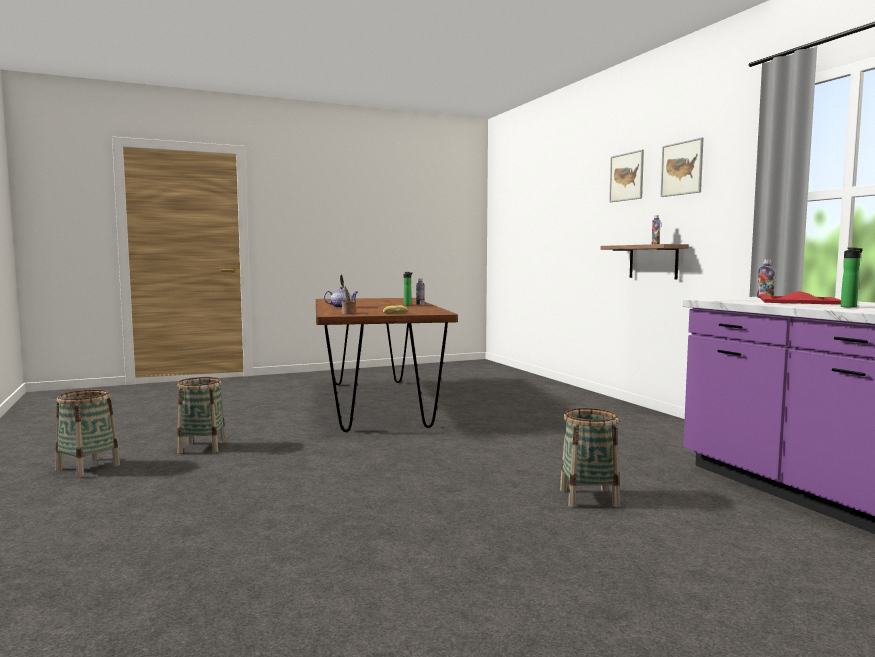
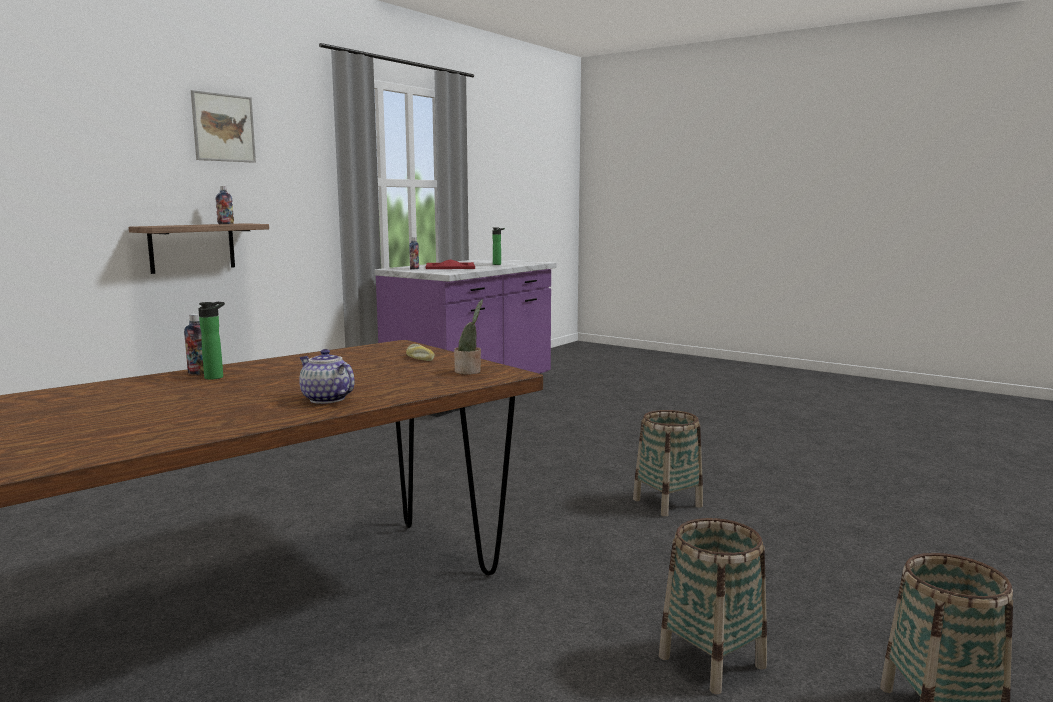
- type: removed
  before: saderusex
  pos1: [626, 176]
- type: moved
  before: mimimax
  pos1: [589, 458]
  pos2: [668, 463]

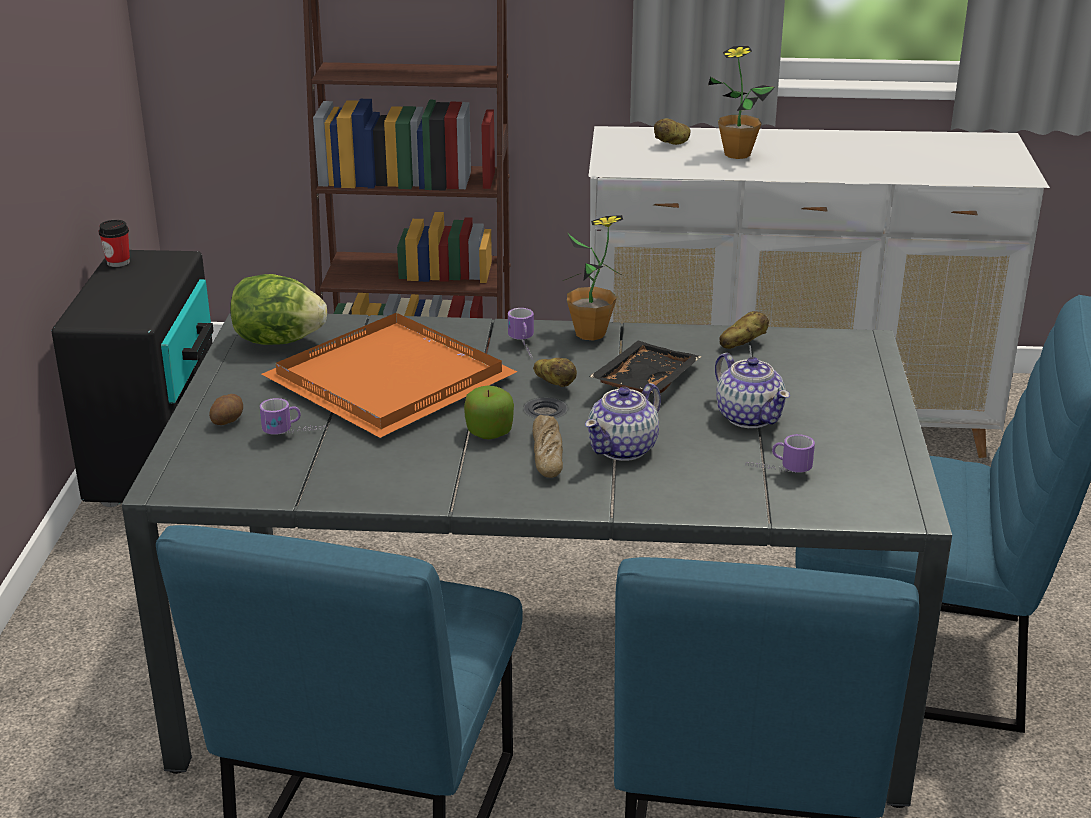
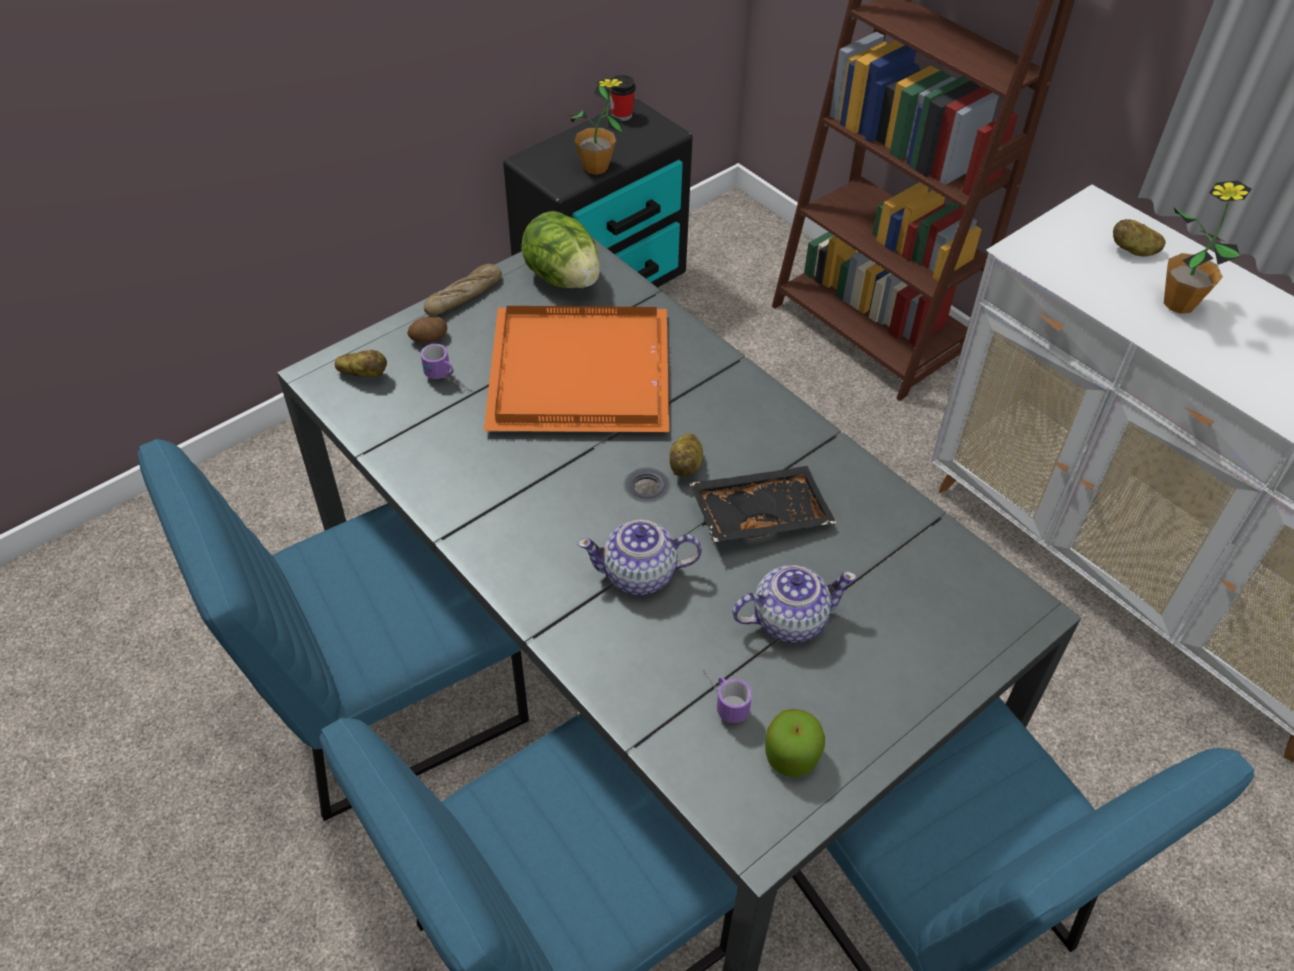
- type: moved
  before: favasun
  pos1: [593, 278]
  pos2: [597, 126]
- type: removed
  before: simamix
  pos1: [521, 333]
- type: moved
  before: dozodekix
  pos1: [744, 330]
  pos2: [361, 364]
- type: turned
  before: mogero
  pos1: [752, 390]
  pos2: [794, 604]
  turn: -120
- type: moved
  before: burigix
  pos1: [489, 412]
  pos2: [795, 743]
- type: moved
  before: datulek
  pos1: [548, 446]
  pos2: [463, 290]

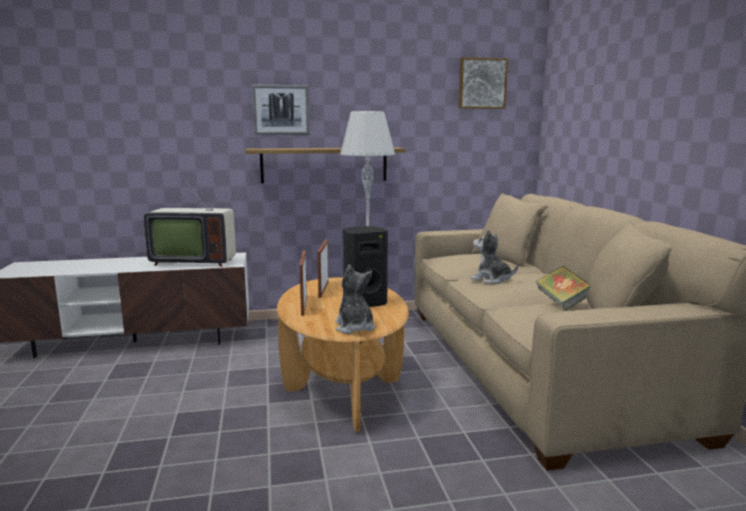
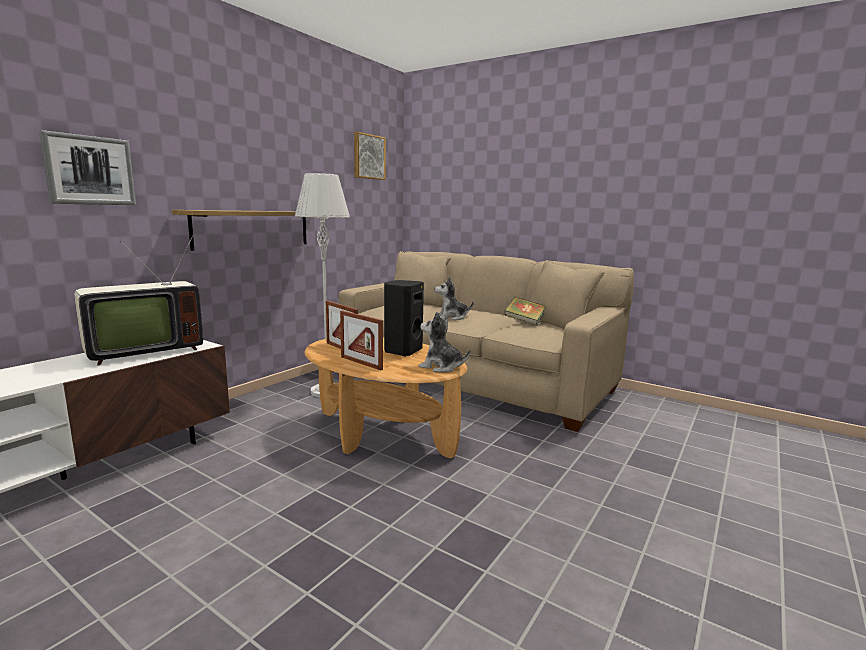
- type: moved
  before: saderusex
  pos1: [281, 109]
  pos2: [87, 167]

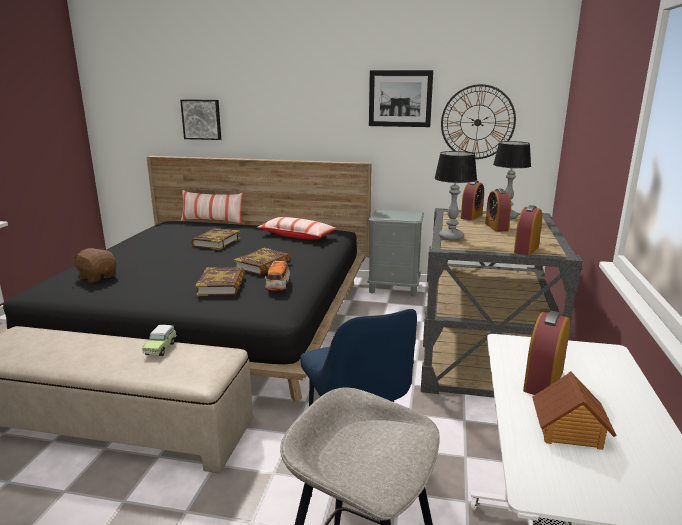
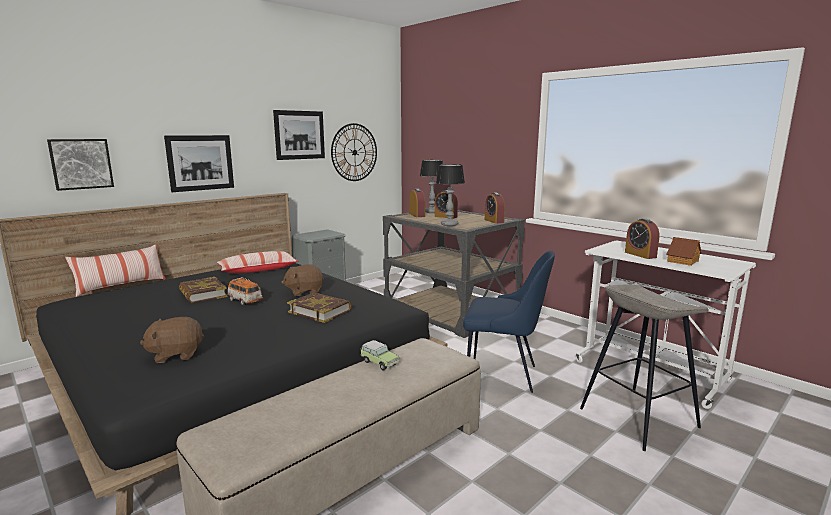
- type: replaced
  before: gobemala
  after: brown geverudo
  pos1: [262, 261]
  pos2: [302, 280]
- type: moved
  before: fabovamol
  pos1: [277, 276]
  pos2: [245, 291]
- type: added
  after: saderusex
  pos2: [199, 163]

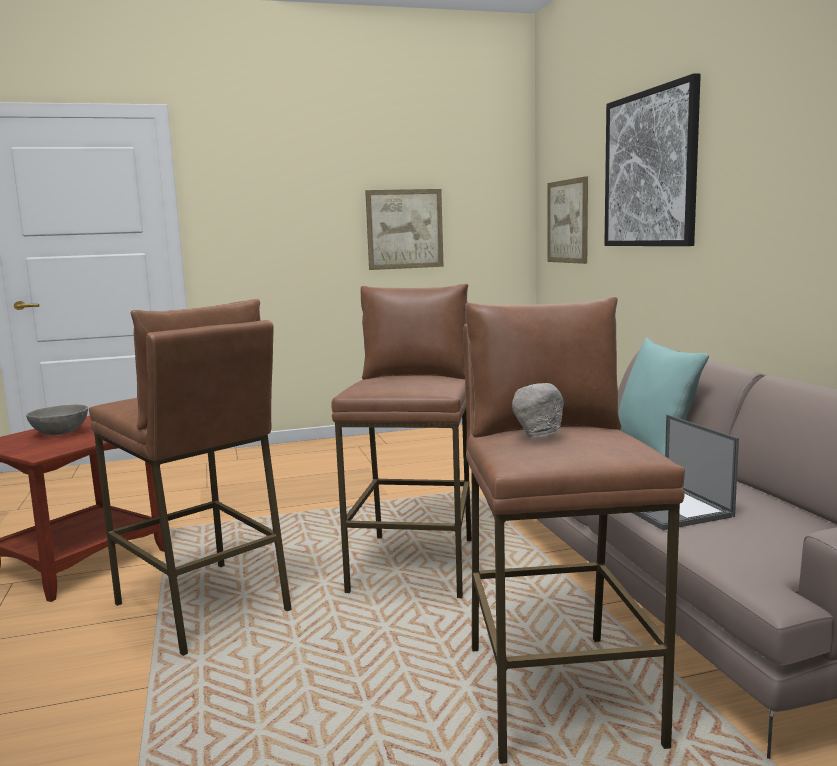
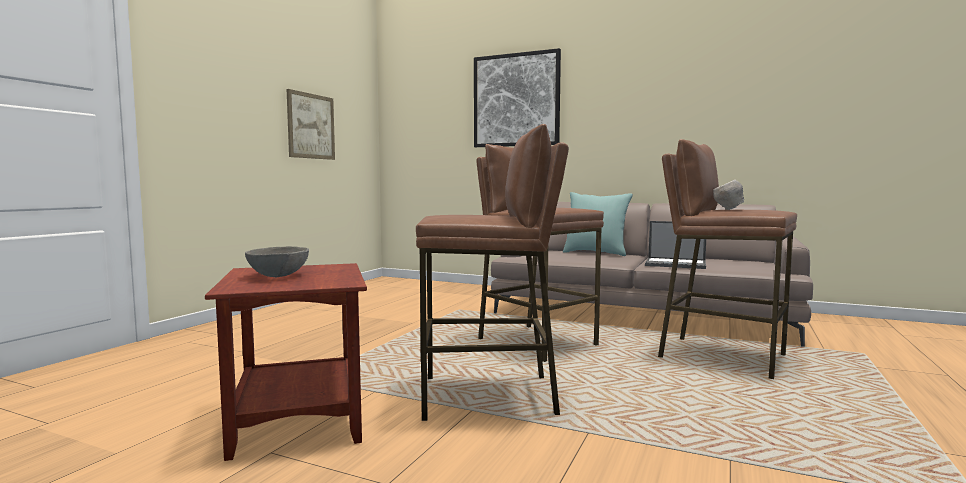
- type: removed
  before: saderusex
  pos1: [568, 220]

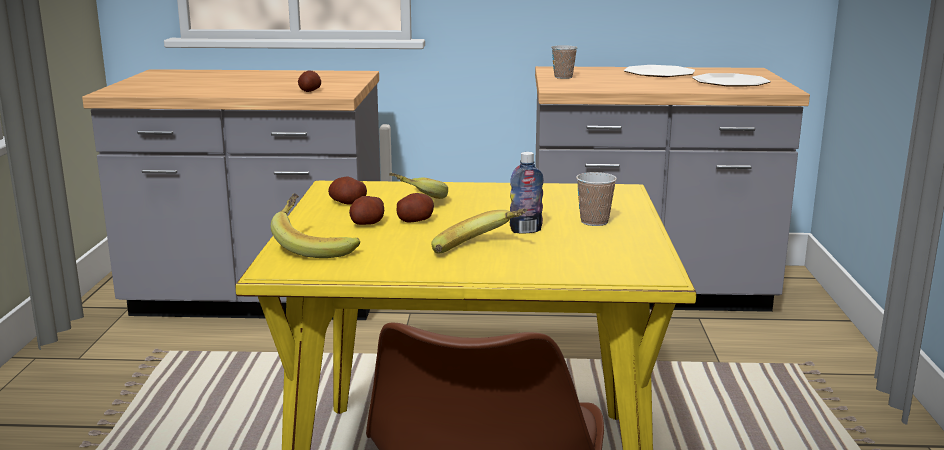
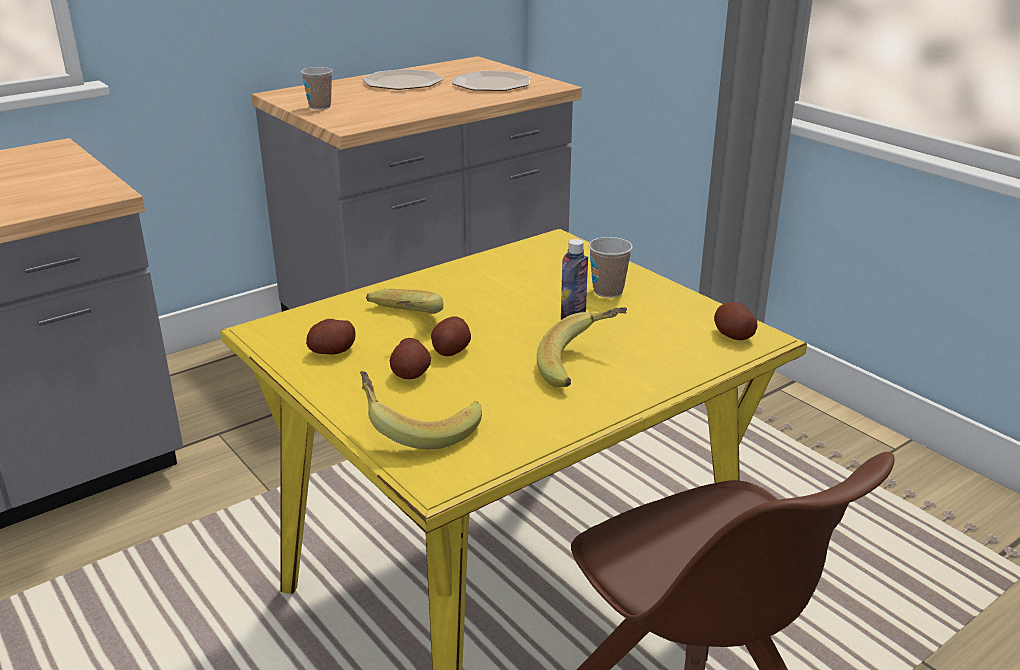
- type: moved
  before: dozodekix
  pos1: [309, 81]
  pos2: [736, 321]

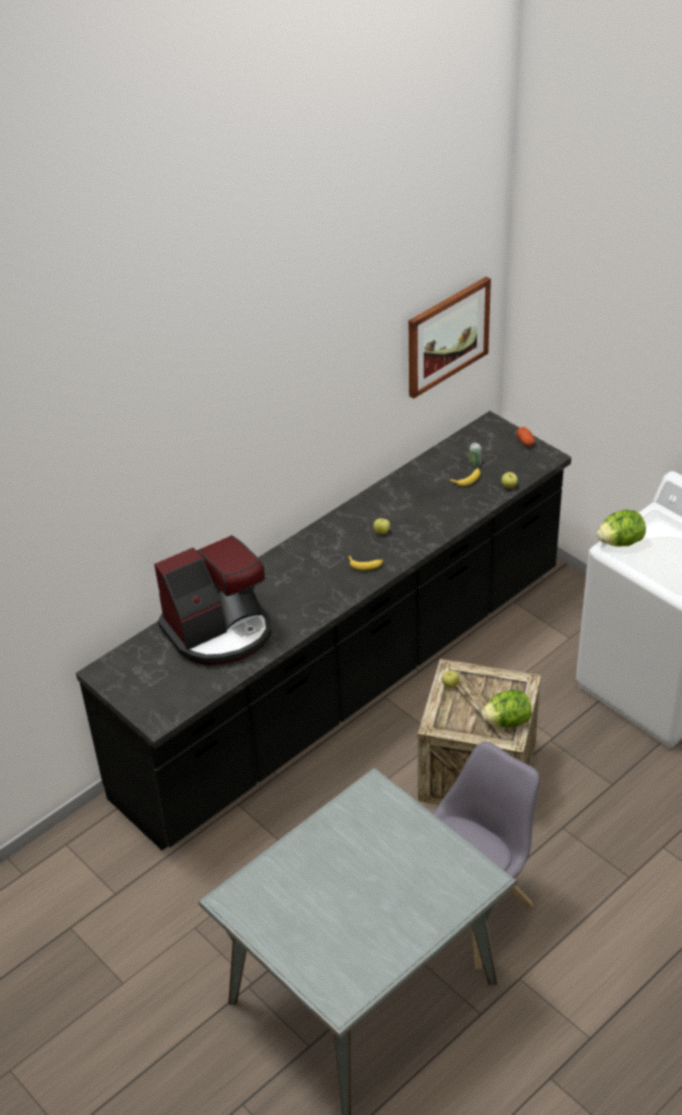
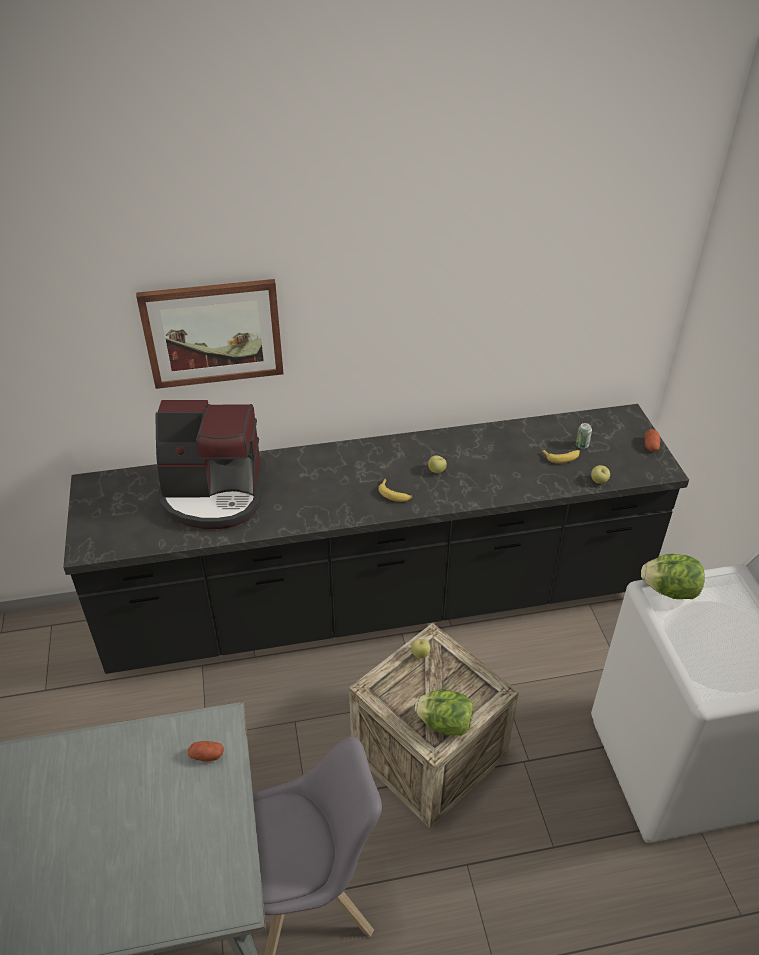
- type: moved
  before: saderusex
  pos1: [450, 338]
  pos2: [210, 334]
- type: added
  after: dozodekix
  pos2: [206, 751]

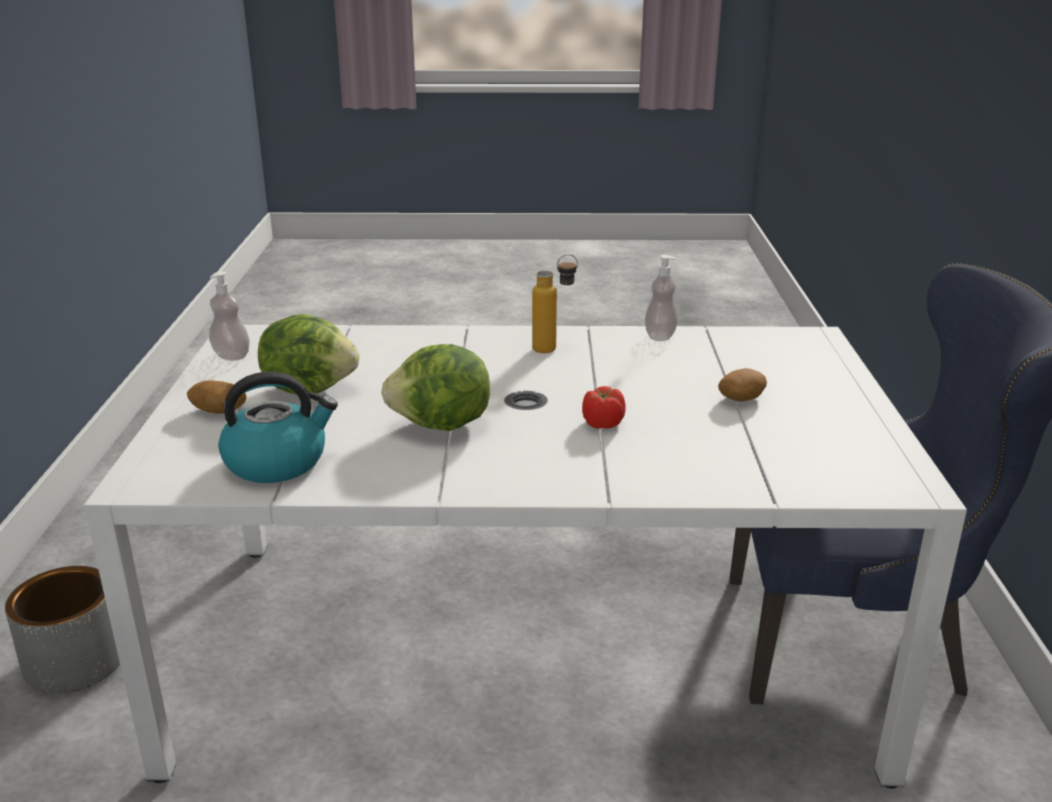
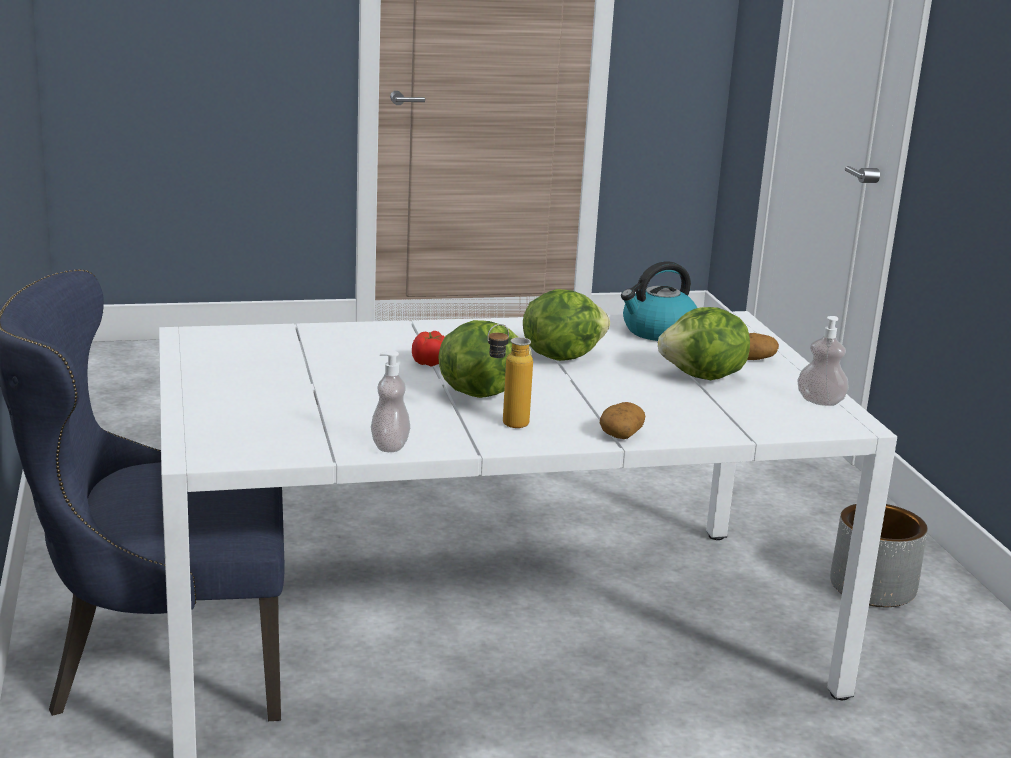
- type: moved
  before: dozodekix
  pos1: [742, 384]
  pos2: [622, 420]
- type: added
  after: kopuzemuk
  pos2: [485, 359]

